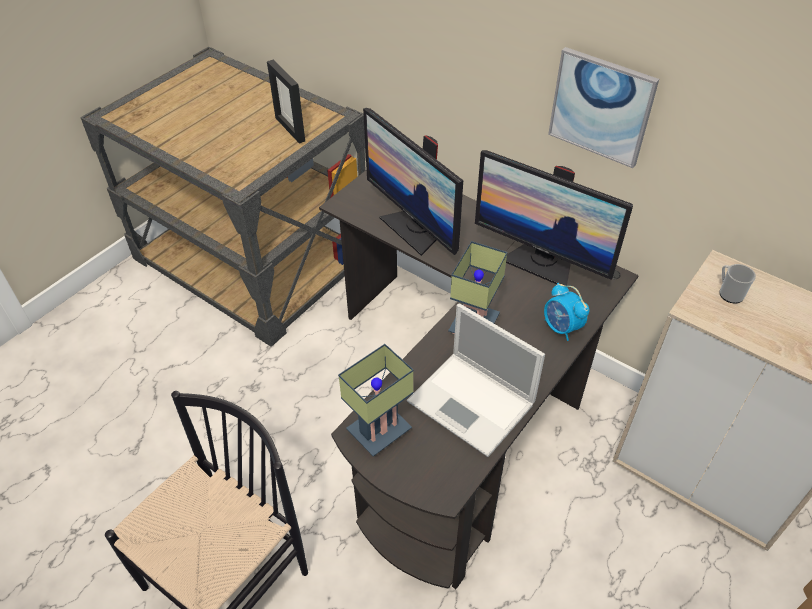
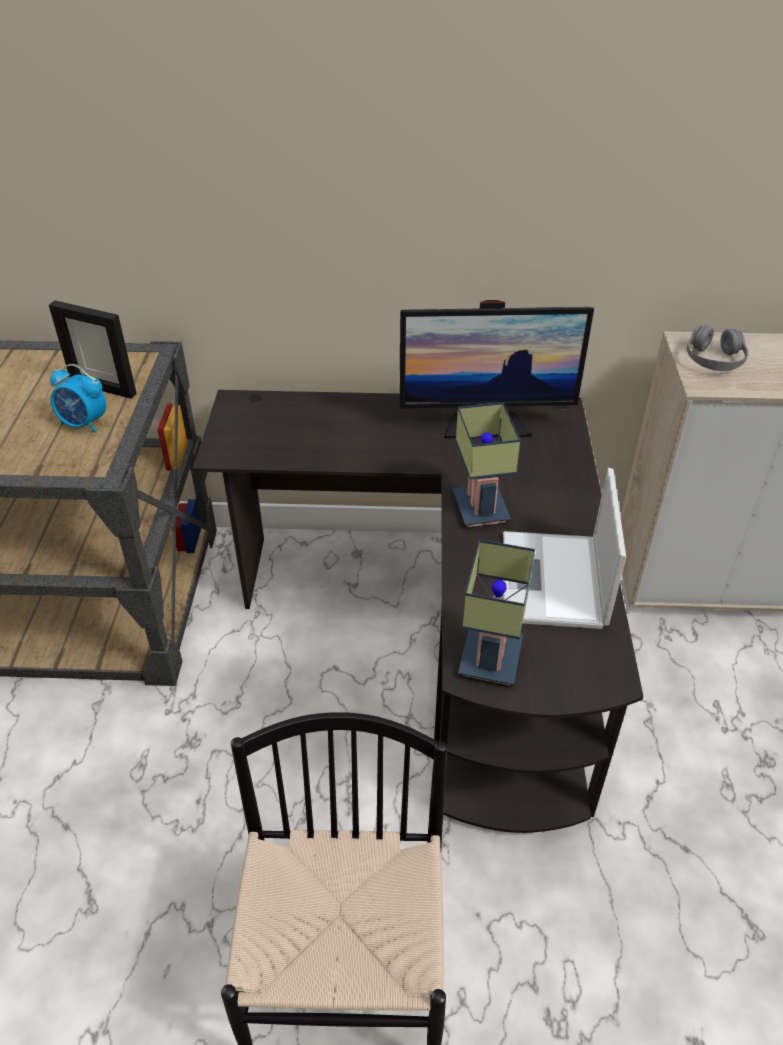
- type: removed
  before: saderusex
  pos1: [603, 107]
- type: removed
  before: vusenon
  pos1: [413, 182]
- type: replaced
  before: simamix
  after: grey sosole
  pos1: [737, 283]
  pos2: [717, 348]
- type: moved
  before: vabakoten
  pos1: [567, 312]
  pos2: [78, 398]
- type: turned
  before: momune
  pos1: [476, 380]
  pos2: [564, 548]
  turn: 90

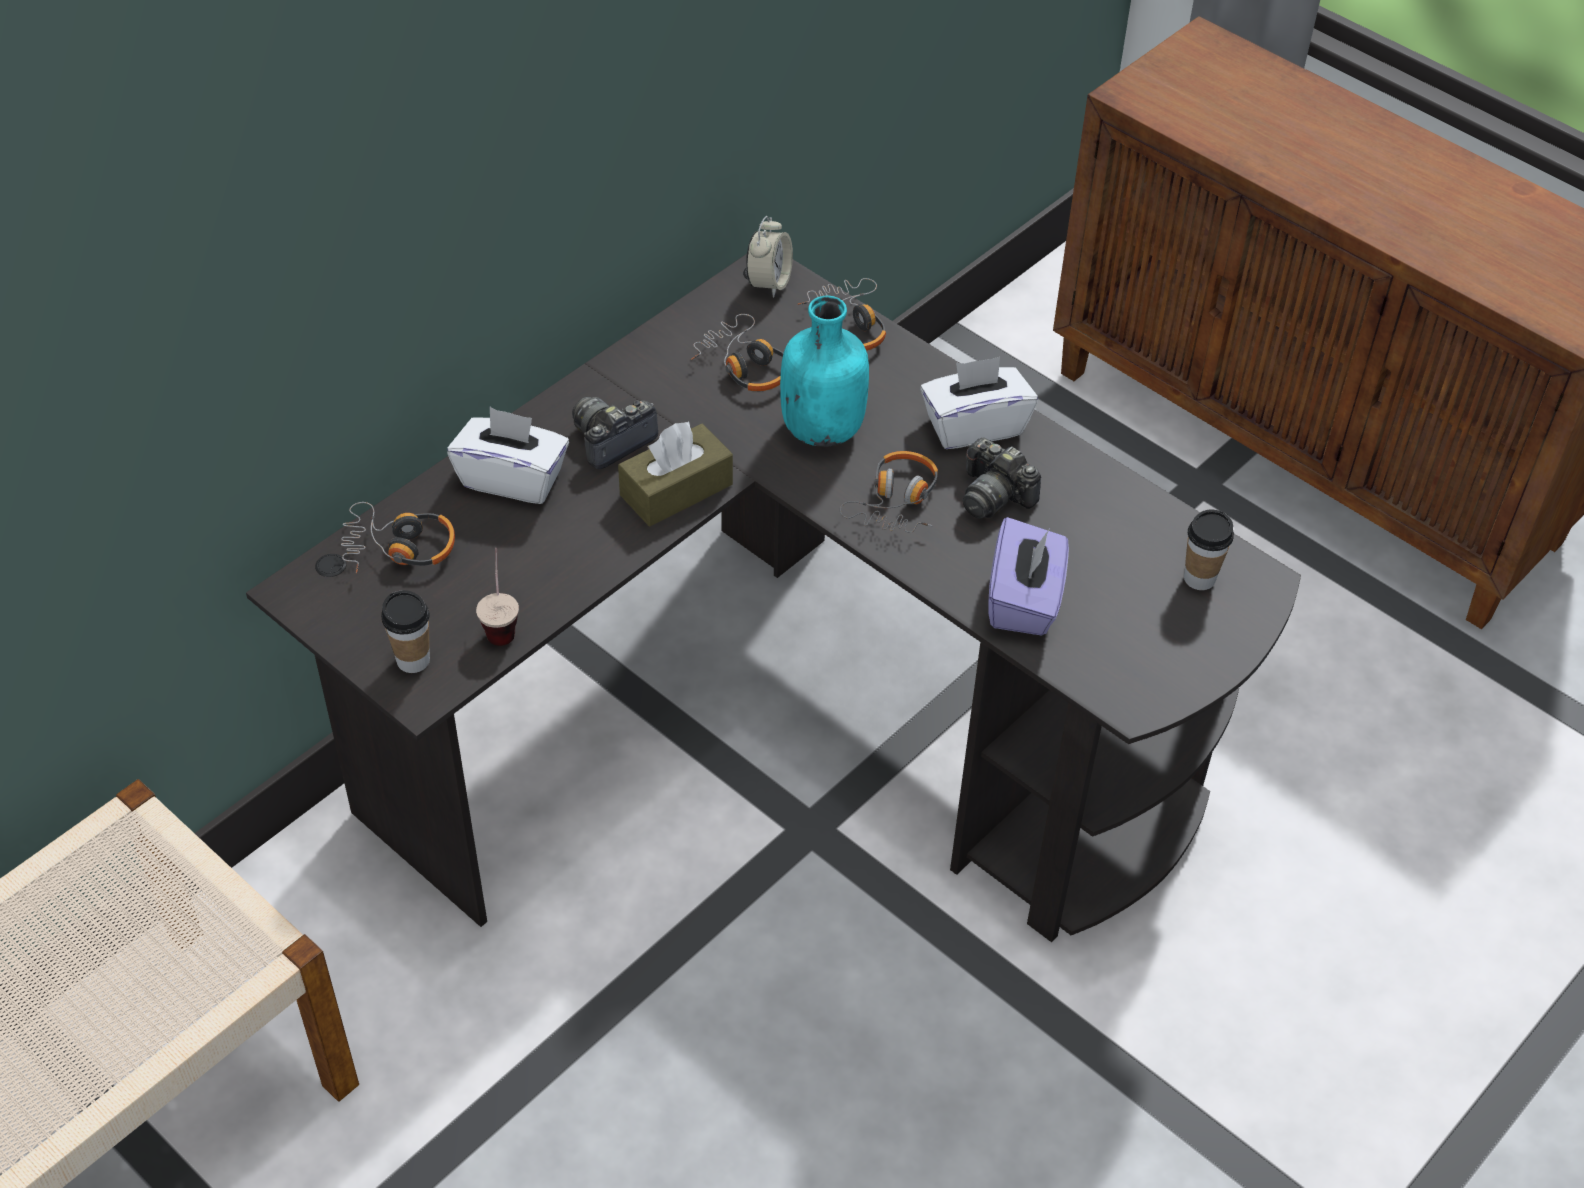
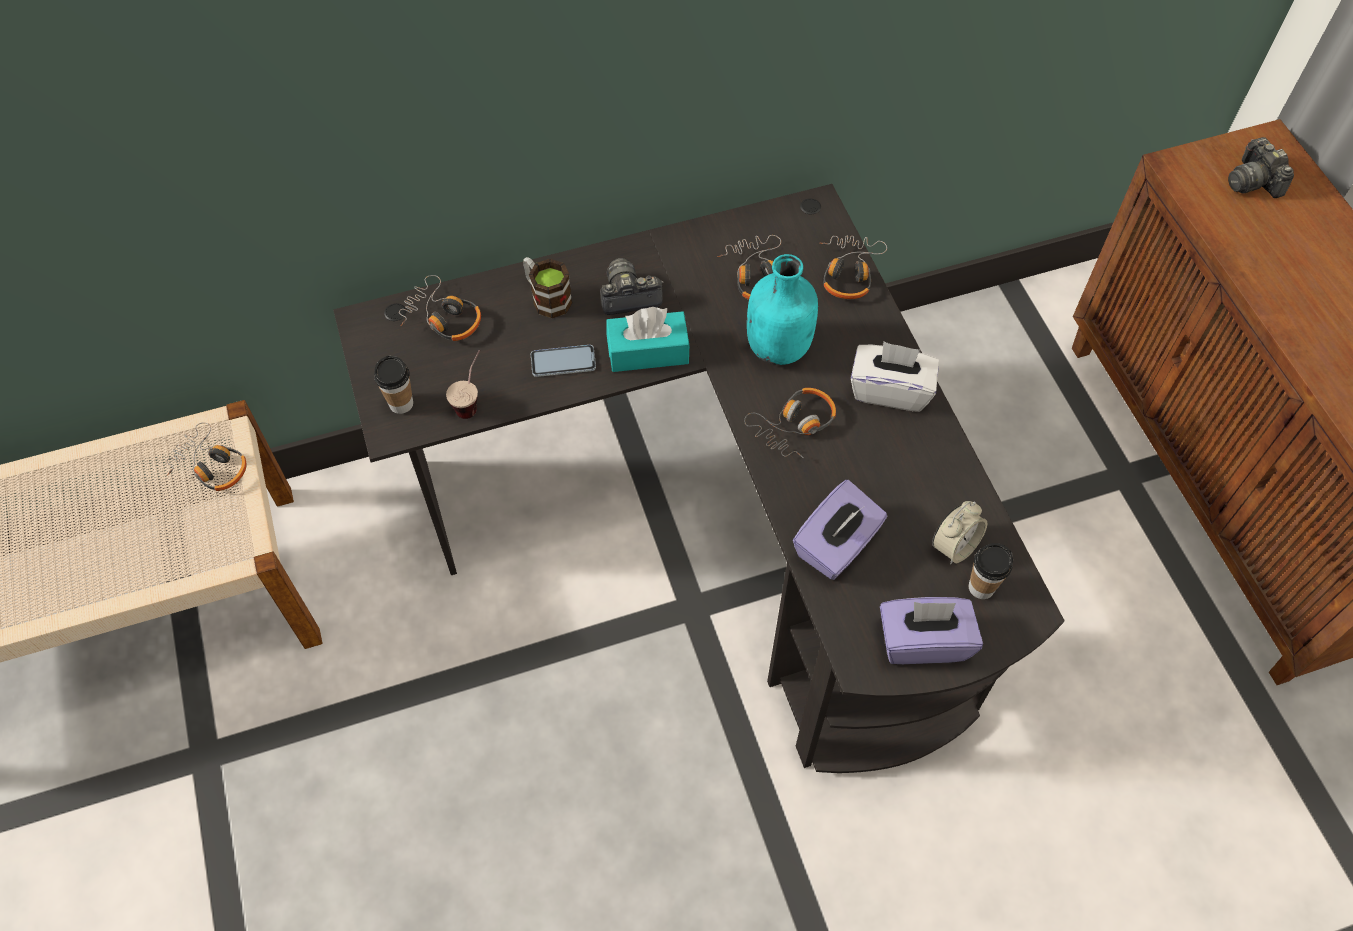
- type: moved
  before: vabakoten
  pos1: [769, 257]
  pos2: [959, 533]
- type: replaced
  before: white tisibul
  after: simamix
  pos1: [508, 455]
  pos2: [548, 287]
- type: recoloured
  before: brown tisibul
  after: turquoise tisibul
  pos1: [675, 474]
  pos2: [648, 339]
- type: moved
  before: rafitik
  pos1: [1002, 478]
  pos2: [1261, 167]
- type: added
  after: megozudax
  pos2: [563, 361]
- type: added
  after: sosole
  pos2: [206, 457]
- type: added
  after: purple tisibul
  pos2: [931, 630]

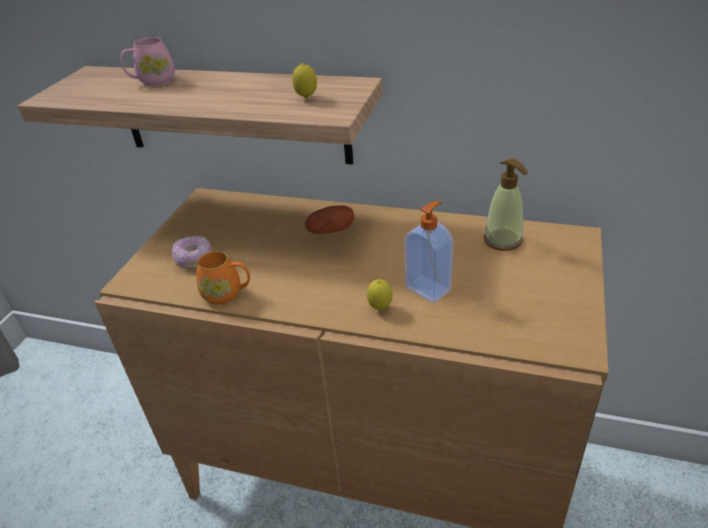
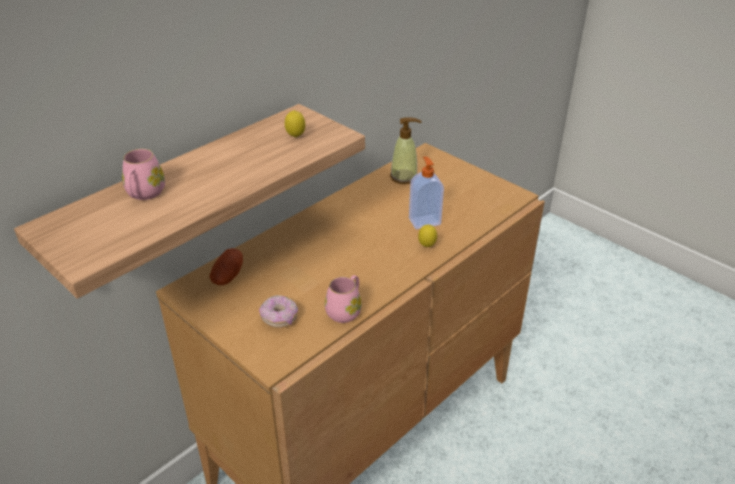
- type: moved
  before: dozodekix
  pos1: [329, 219]
  pos2: [226, 266]
- type: recoloured
  before: orange simamix
  after: pink simamix
  pos1: [223, 277]
  pos2: [343, 299]

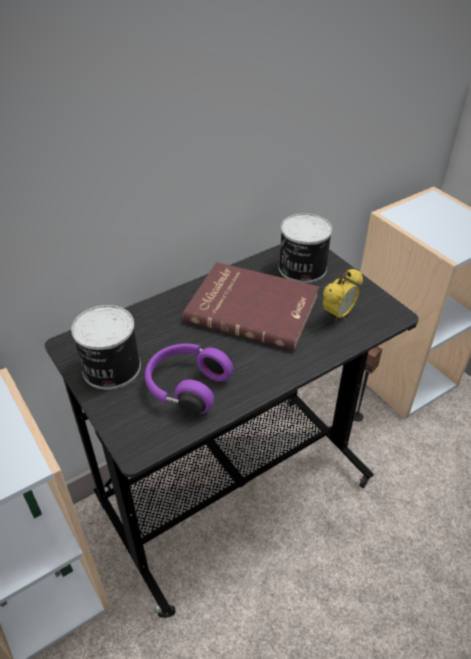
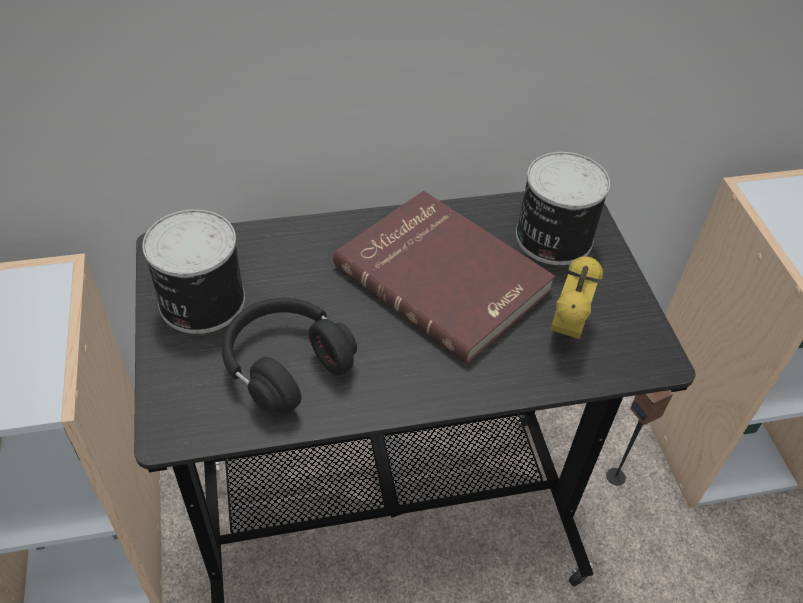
- type: turned
  before: vabakoten
  pos1: [343, 295]
  pos2: [577, 300]
  turn: -45
- type: recoloured
  before: purple sosole
  after: black sosole
  pos1: [189, 379]
  pos2: [289, 355]

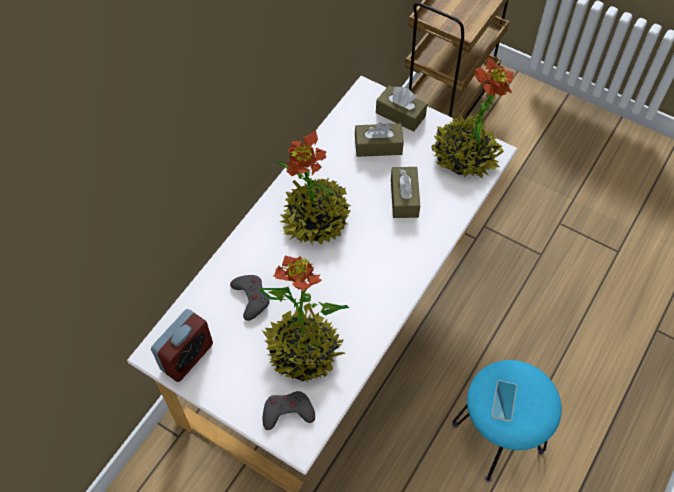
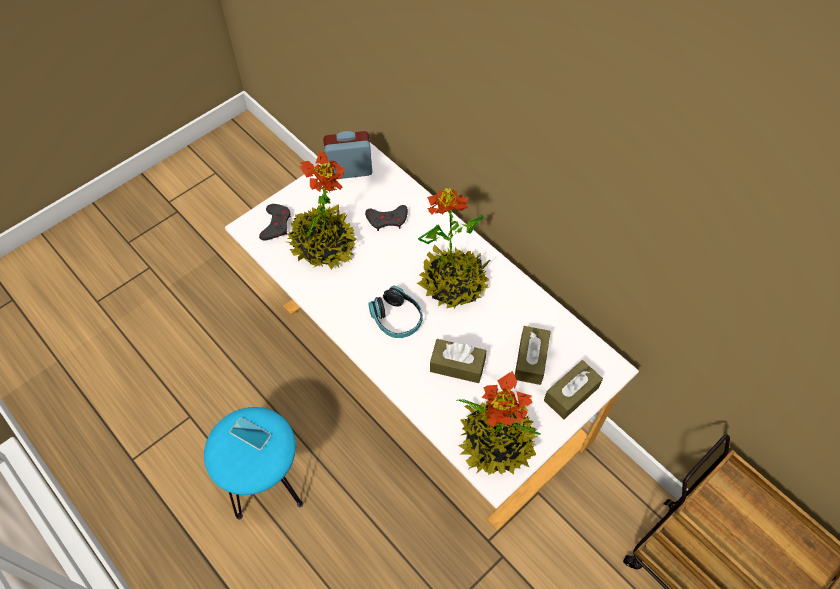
- type: turned
  before: vabakoten
  pos1: [182, 345]
  pos2: [347, 155]
  turn: 120
- type: added
  after: sosole
  pos2: [395, 312]

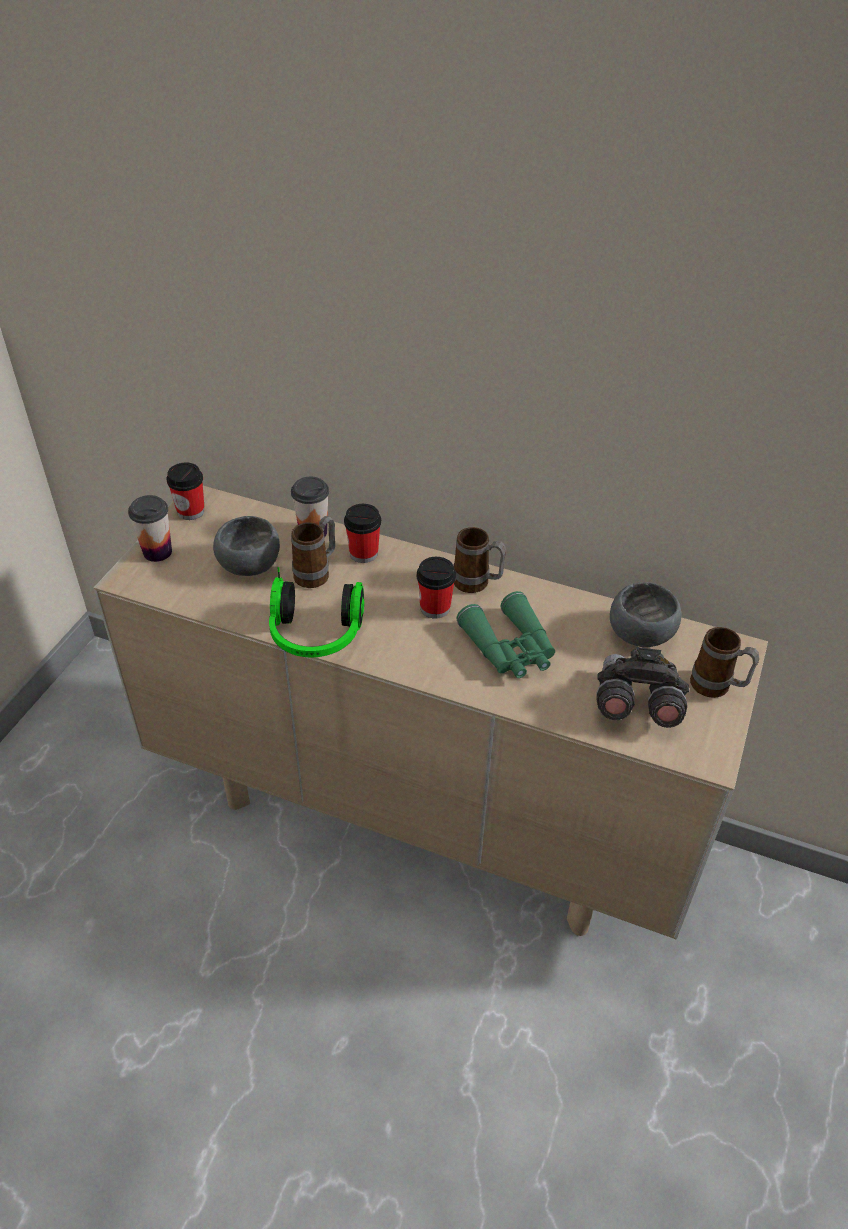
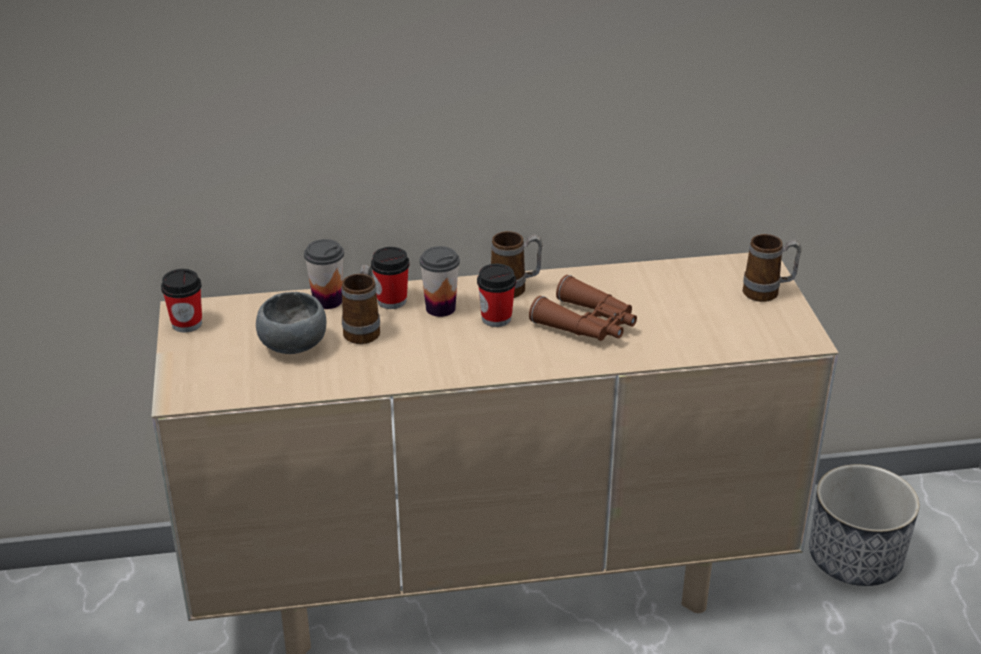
- type: moved
  before: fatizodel
  pos1: [150, 528]
  pos2: [439, 281]
- type: removed
  before: sosole
  pos1: [316, 612]
- type: removed
  before: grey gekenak
  pos1: [645, 614]
- type: recoloured
  before: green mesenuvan
  after: brown mesenuvan
  pos1: [506, 634]
  pos2: [583, 308]
- type: removed
  before: grey mesenuvan
  pos1: [643, 687]
- type: added
  after: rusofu
  pos2: [864, 525]

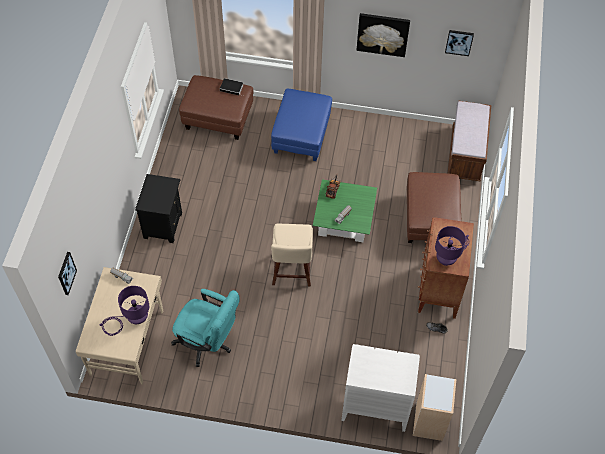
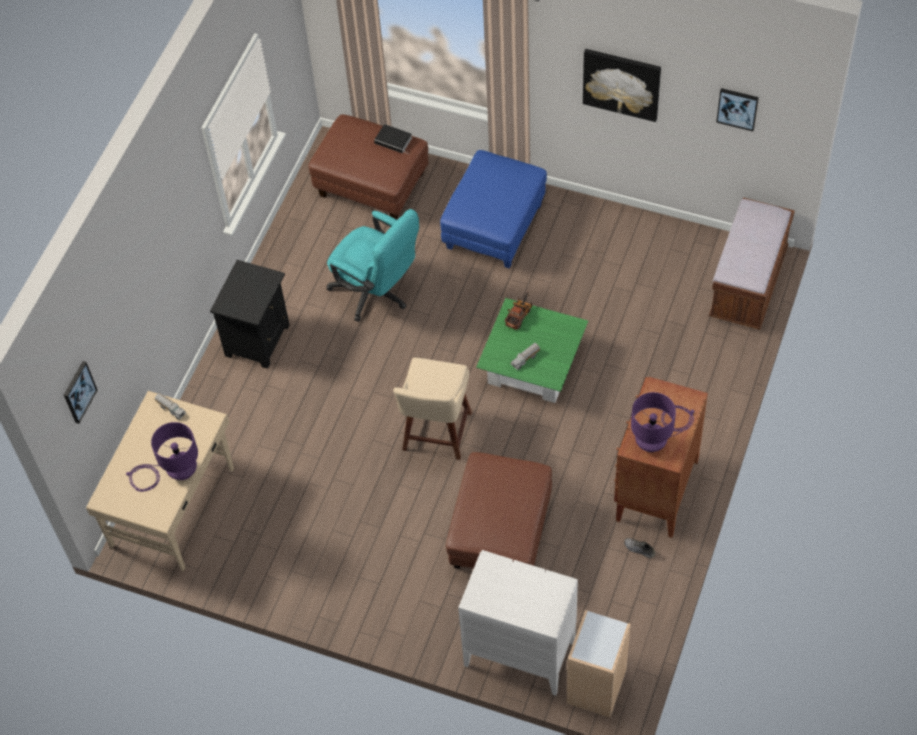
- type: moved
  before: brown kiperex
  pos1: [434, 207]
  pos2: [499, 510]
- type: moved
  before: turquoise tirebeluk
  pos1: [205, 328]
  pos2: [373, 265]

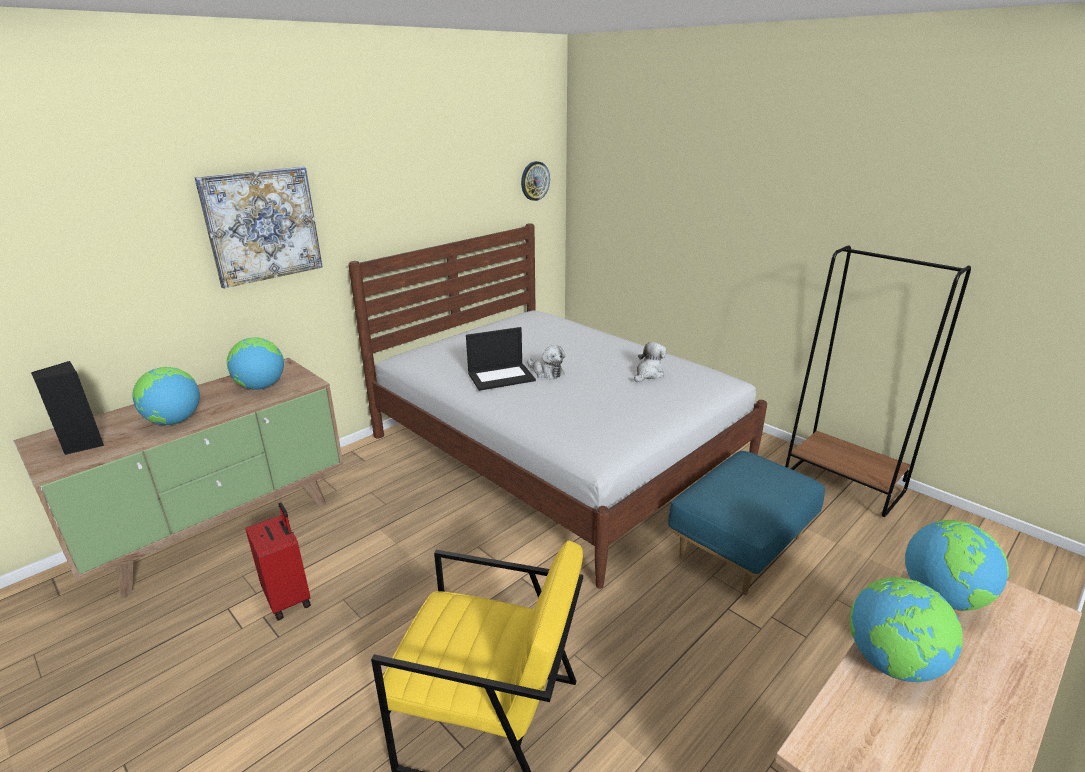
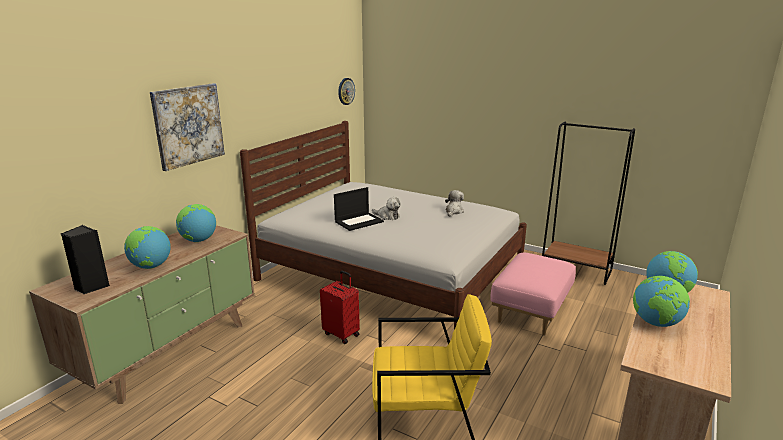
- type: recoloured
  before: blue kiperex
  after: pink kiperex
  pos1: [746, 523]
  pos2: [533, 294]
- type: moved
  before: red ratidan
  pos1: [278, 562]
  pos2: [340, 307]

